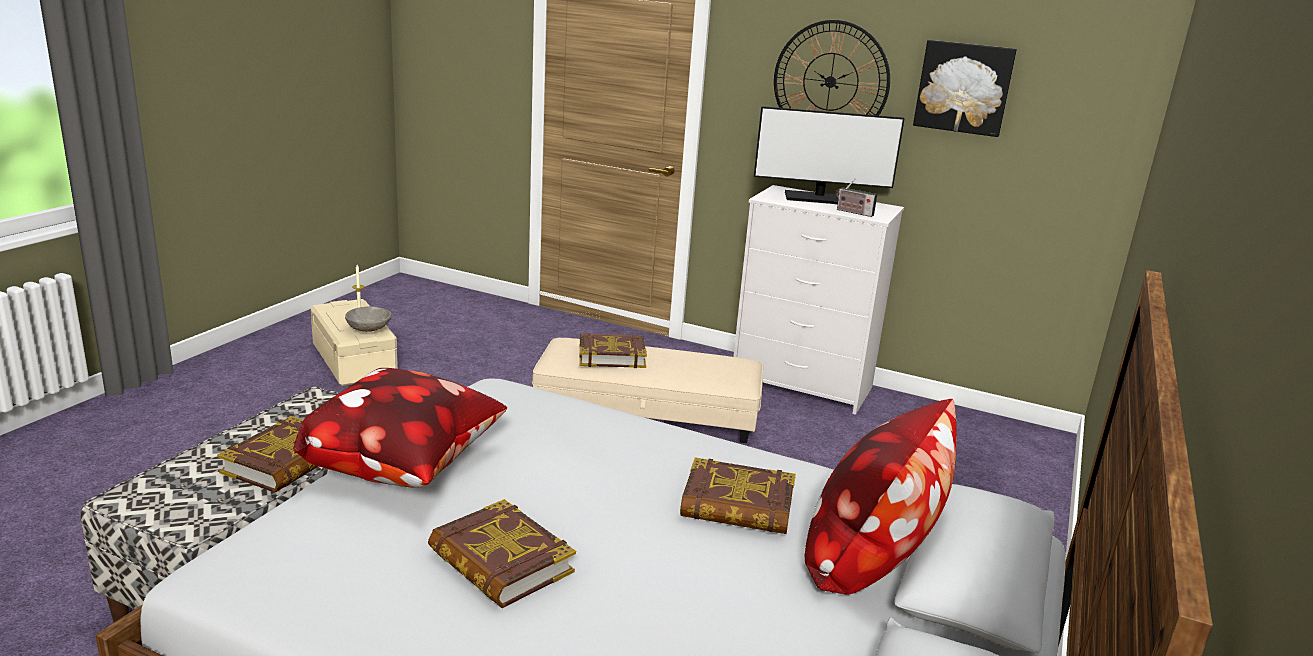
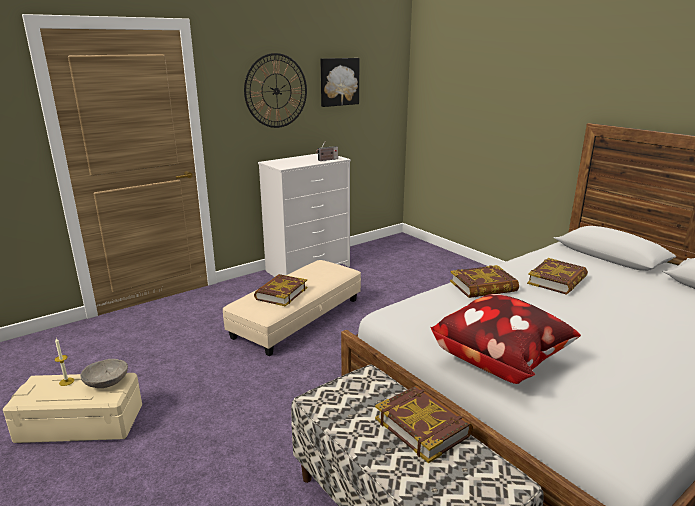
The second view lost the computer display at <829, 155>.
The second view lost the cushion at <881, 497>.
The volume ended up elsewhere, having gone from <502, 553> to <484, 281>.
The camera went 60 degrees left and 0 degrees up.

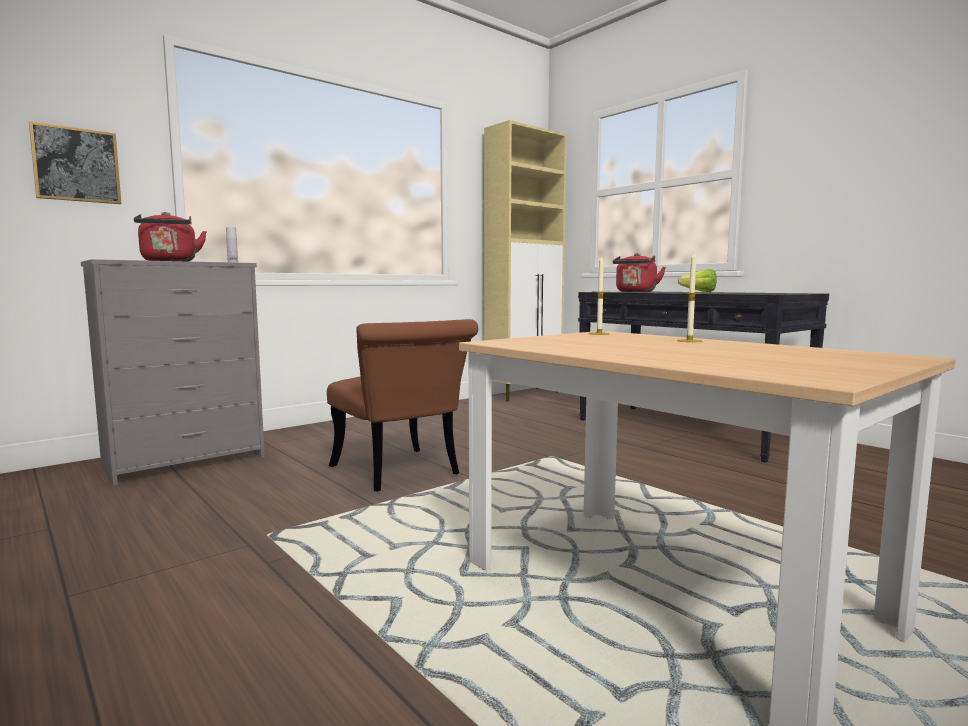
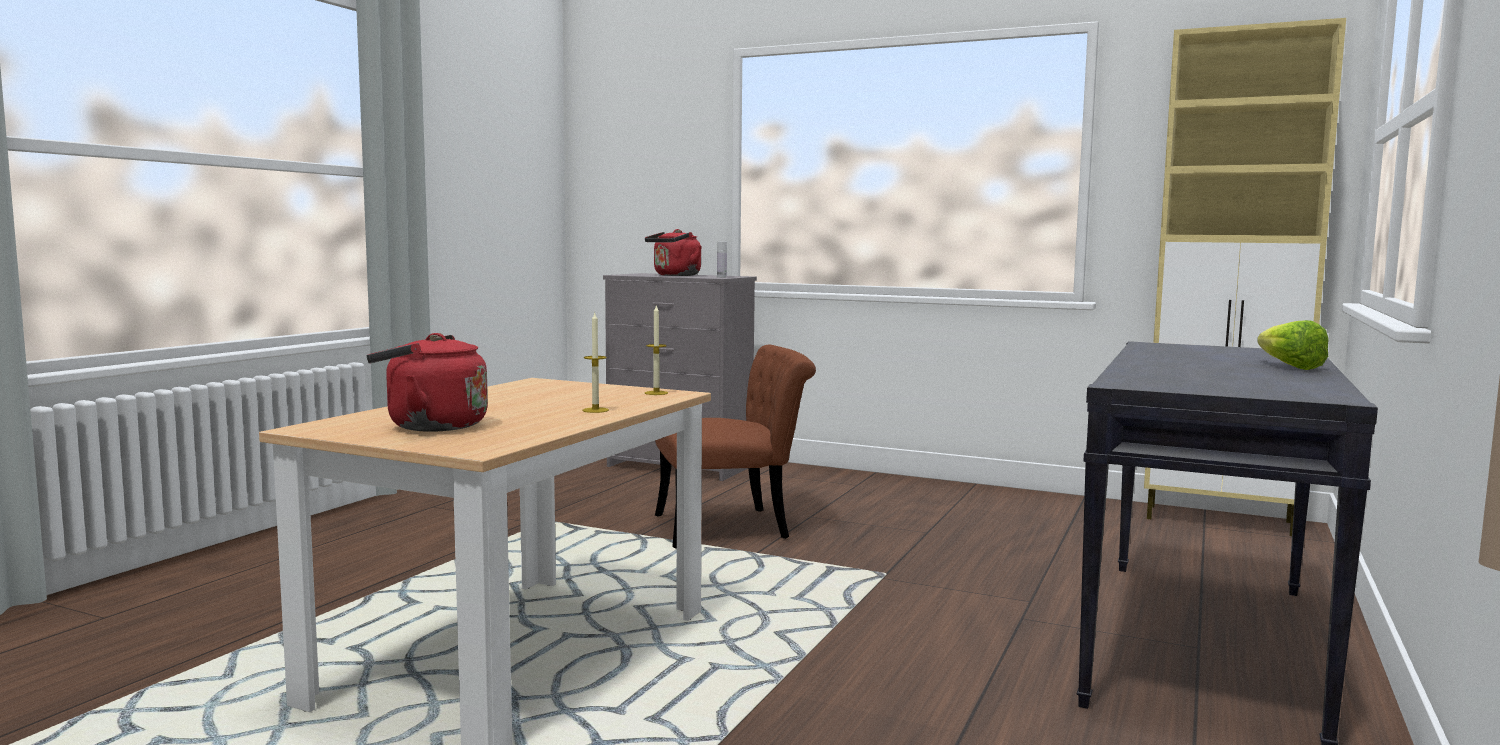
The second view lost the wall picture at <75, 162>.
The red water kettle ended up elsewhere, having gone from <639, 272> to <427, 382>.
The brown-coloured chair at <402, 405> ended up facing another way, 135 degrees counterclockwise from before.
The camera went 65 degrees right and 0 degrees up.

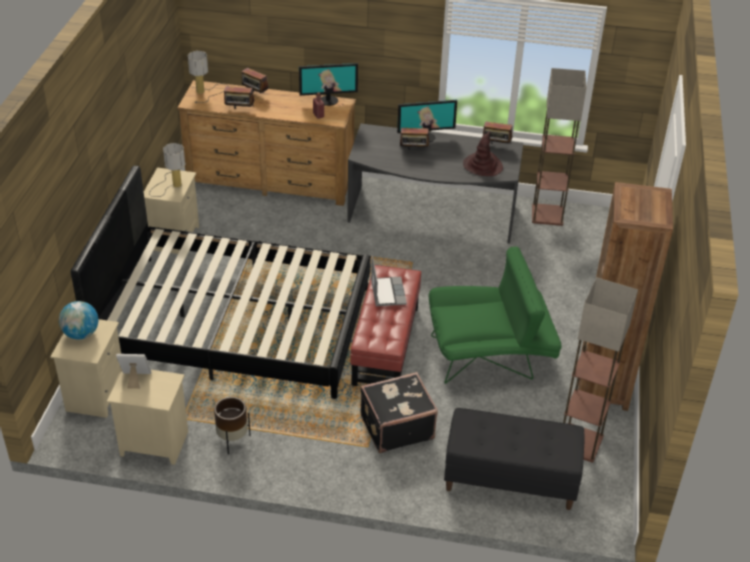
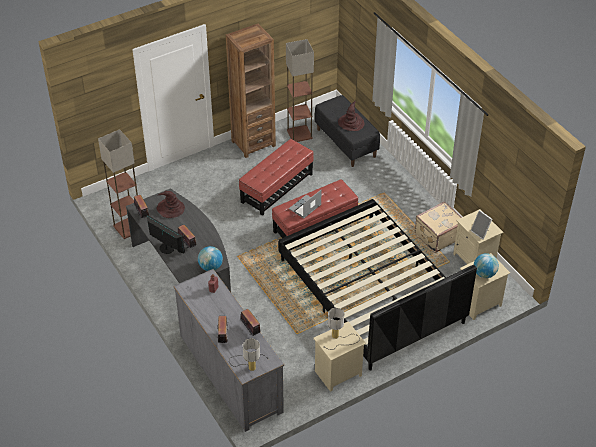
The second view lost the computer display at <328, 84>.
The second view lost the blackish travel case at <399, 412>.
The second view gained the globe at <210, 258>.
The second view gained the brown-coloured clothing hat at <351, 116>.
Where the brown-coloured planter stood at <232, 425>, the beige travel case came to stand at <438, 227>.
Where the green lounge chair stood at <495, 315>, the red footrest came to stand at <276, 177>.
What was the brown-coloured drawer chest at <266, 143> turned into the gray drawer chest at <228, 350>.
The camera went 130 degrees left and 5 degrees up.

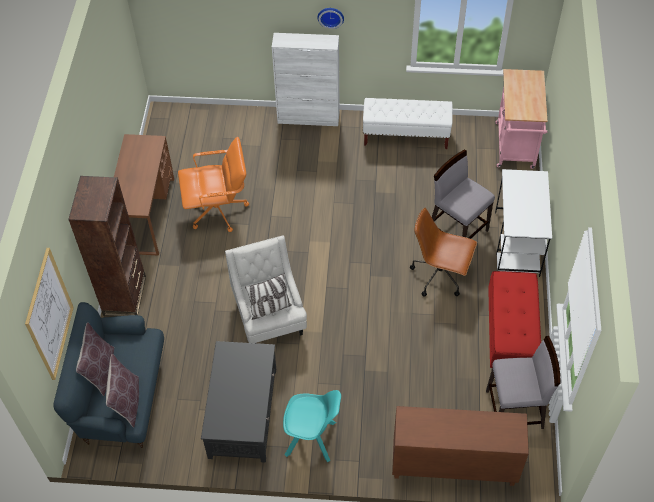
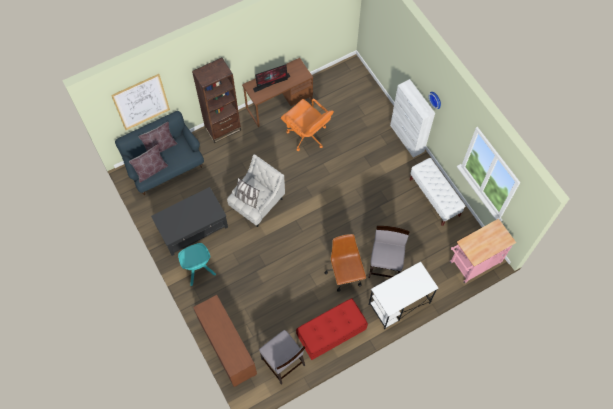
The second view gained the computer display at <272, 78>.
The camera went 55 degrees right and 10 degrees up.

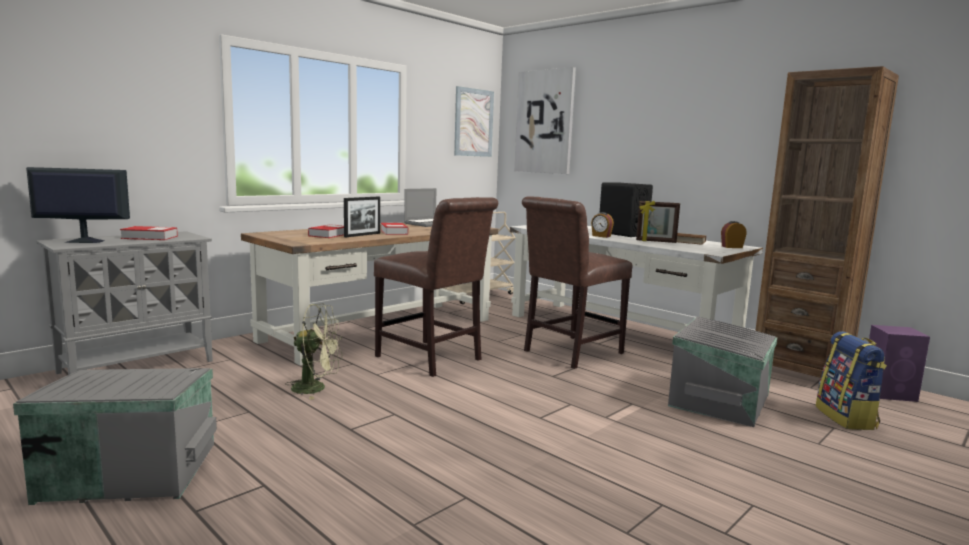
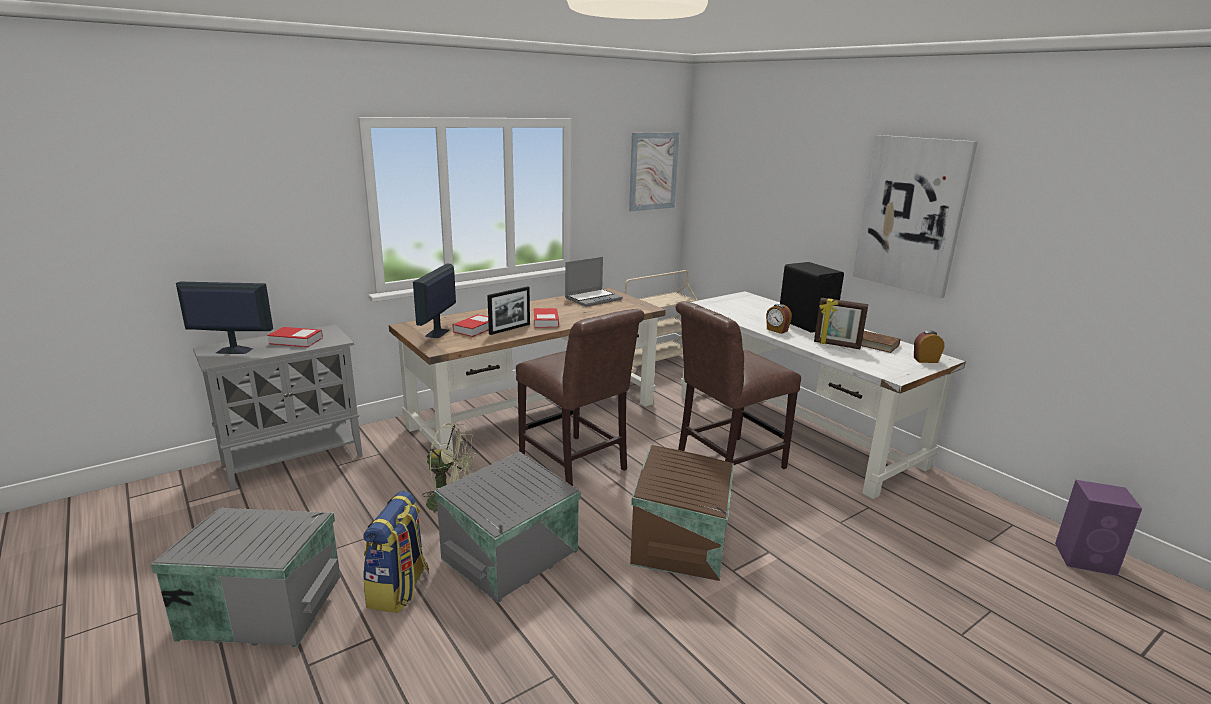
The second view lost the brown-coloured bookshelf at <827, 222>.
The second view gained the computer display at <434, 301>.
The second view gained the brown-coloured storage container at <682, 513>.
The wall picture ended up elsewhere, having gone from <545, 120> to <915, 216>.
The gray storage container ended up elsewhere, having gone from <723, 372> to <507, 527>.
The knapsack ended up elsewhere, having gone from <851, 380> to <396, 552>.
The camera went 10 degrees right and 10 degrees up.

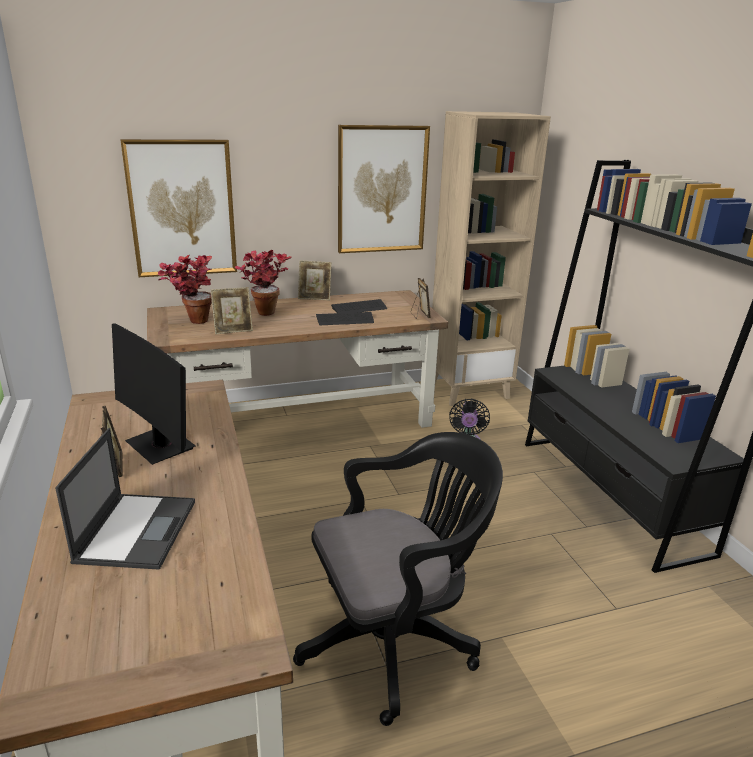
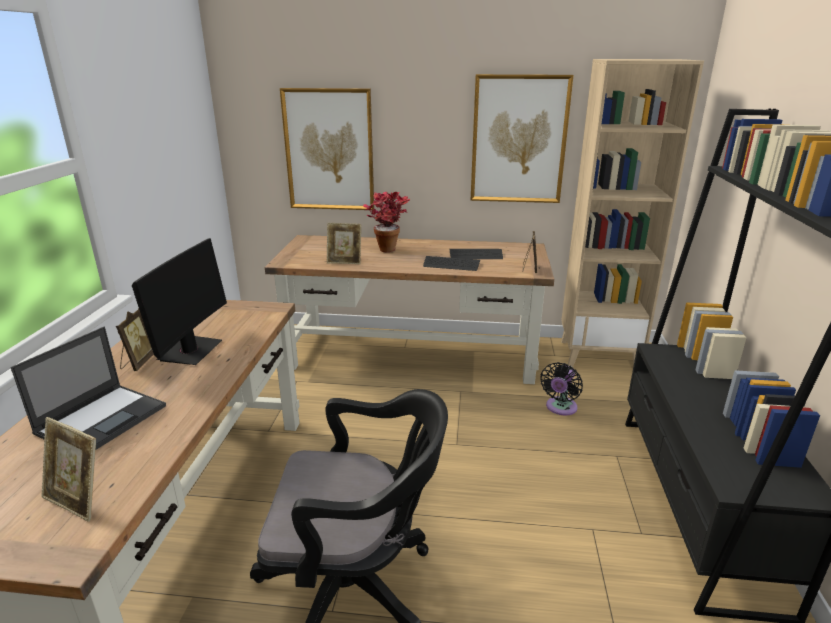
The second view lost the houseplant at <184, 289>.
The photo frame ended up elsewhere, having gone from <315, 280> to <68, 469>.
The computer display at <154, 394> ended up facing another way, 150 degrees counterclockwise from before.
The camera went 25 degrees right and 0 degrees up.

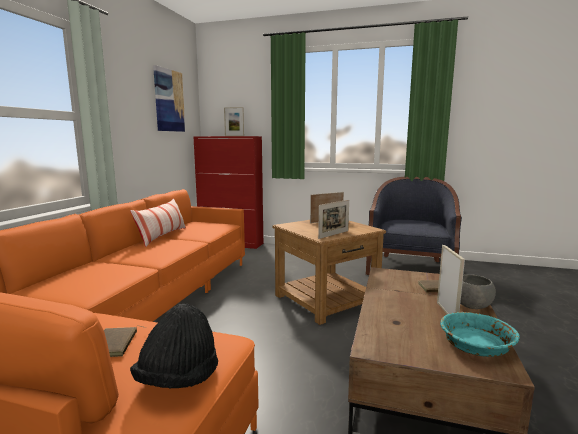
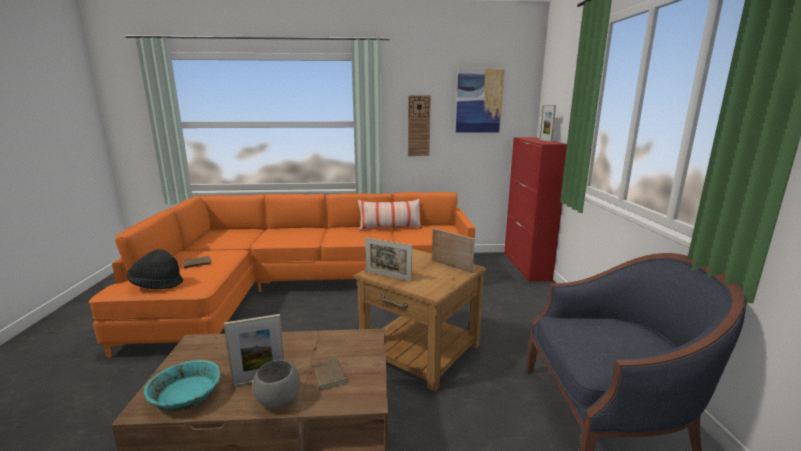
The second view gained the clock on the wall at <419, 125>.
The camera went 70 degrees right and 5 degrees up.

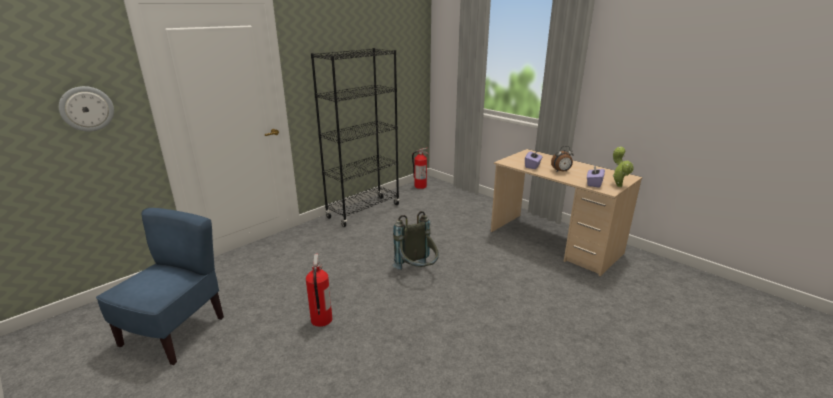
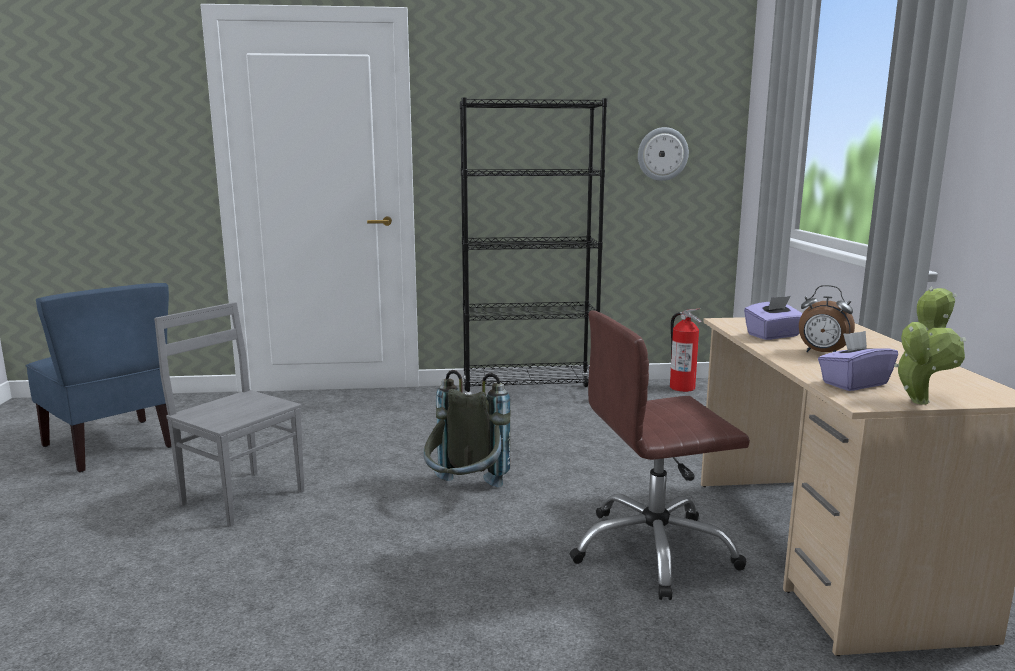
The second view gained the brown-coloured office chair at <660, 455>.
The clock on the wall ended up elsewhere, having gone from <86, 109> to <663, 154>.
Where the fire-fighting cylinder stood at <319, 290>, the gray chair came to stand at <229, 414>.
The blue chair at <160, 286> ended up facing another way, 75 degrees clockwise from before.
The camera went 40 degrees right and 10 degrees down.

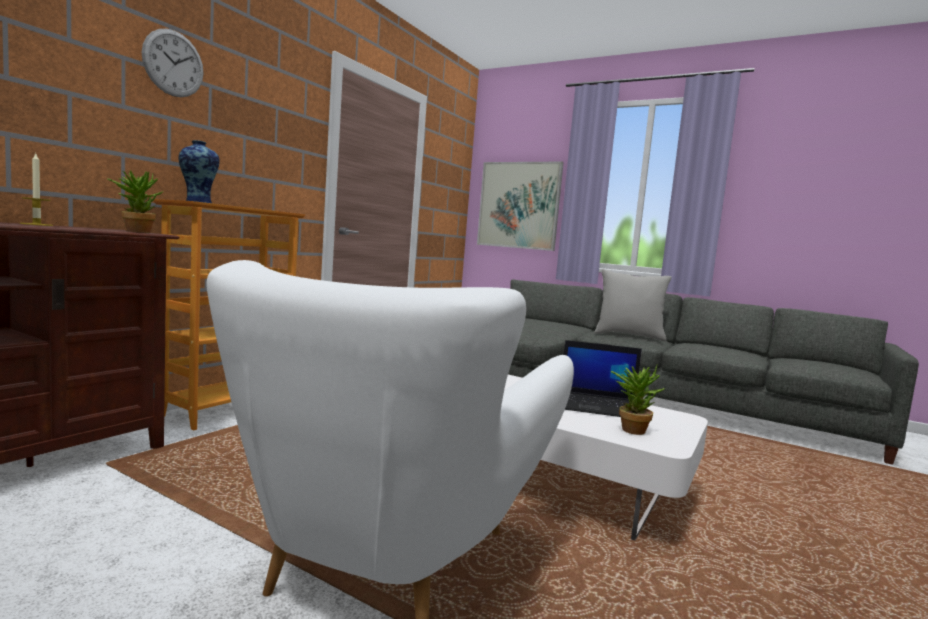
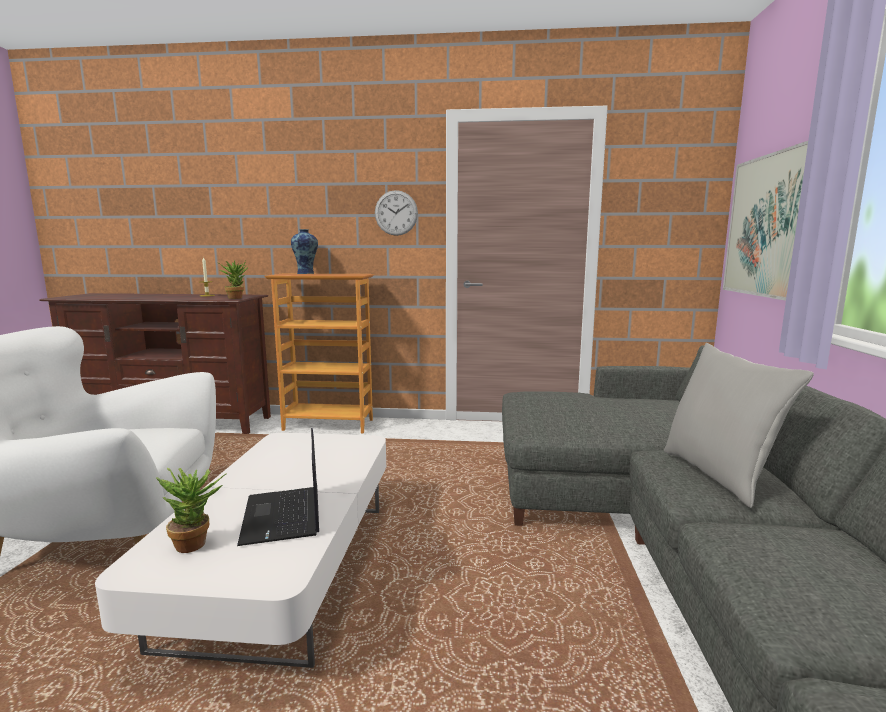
The clock on the wall ended up elsewhere, having gone from <173, 63> to <396, 213>.
The camera went 65 degrees right and 5 degrees up.

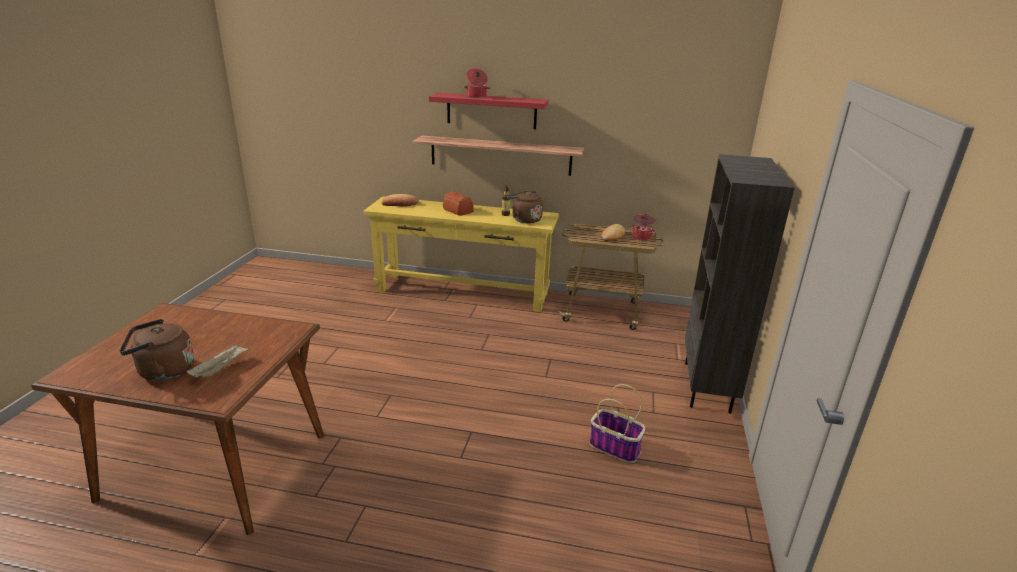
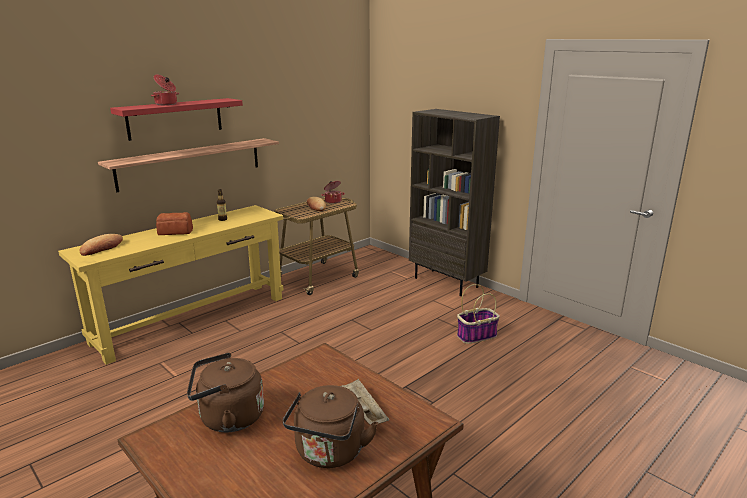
The brown-coloured water kettle ended up elsewhere, having gone from <525, 207> to <225, 392>.
The camera went 55 degrees left and 5 degrees down.

